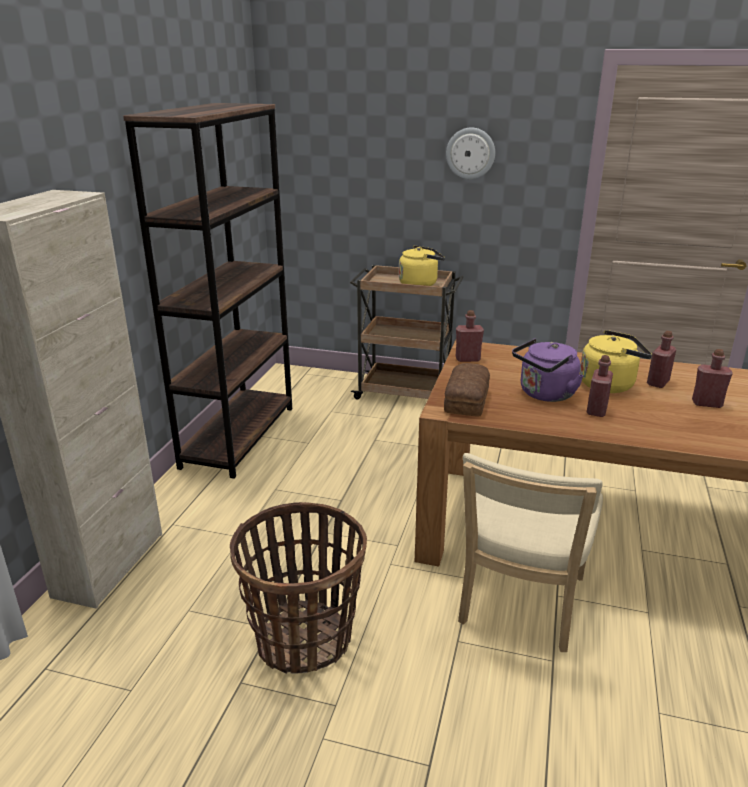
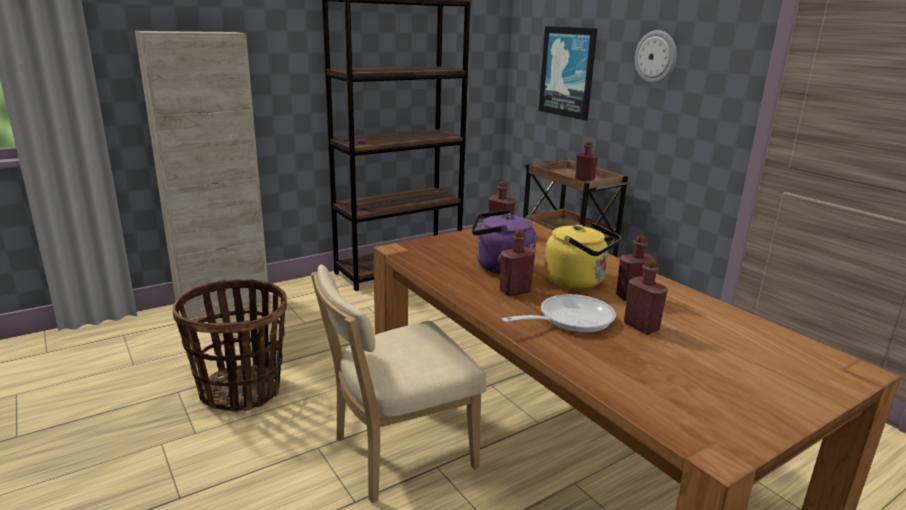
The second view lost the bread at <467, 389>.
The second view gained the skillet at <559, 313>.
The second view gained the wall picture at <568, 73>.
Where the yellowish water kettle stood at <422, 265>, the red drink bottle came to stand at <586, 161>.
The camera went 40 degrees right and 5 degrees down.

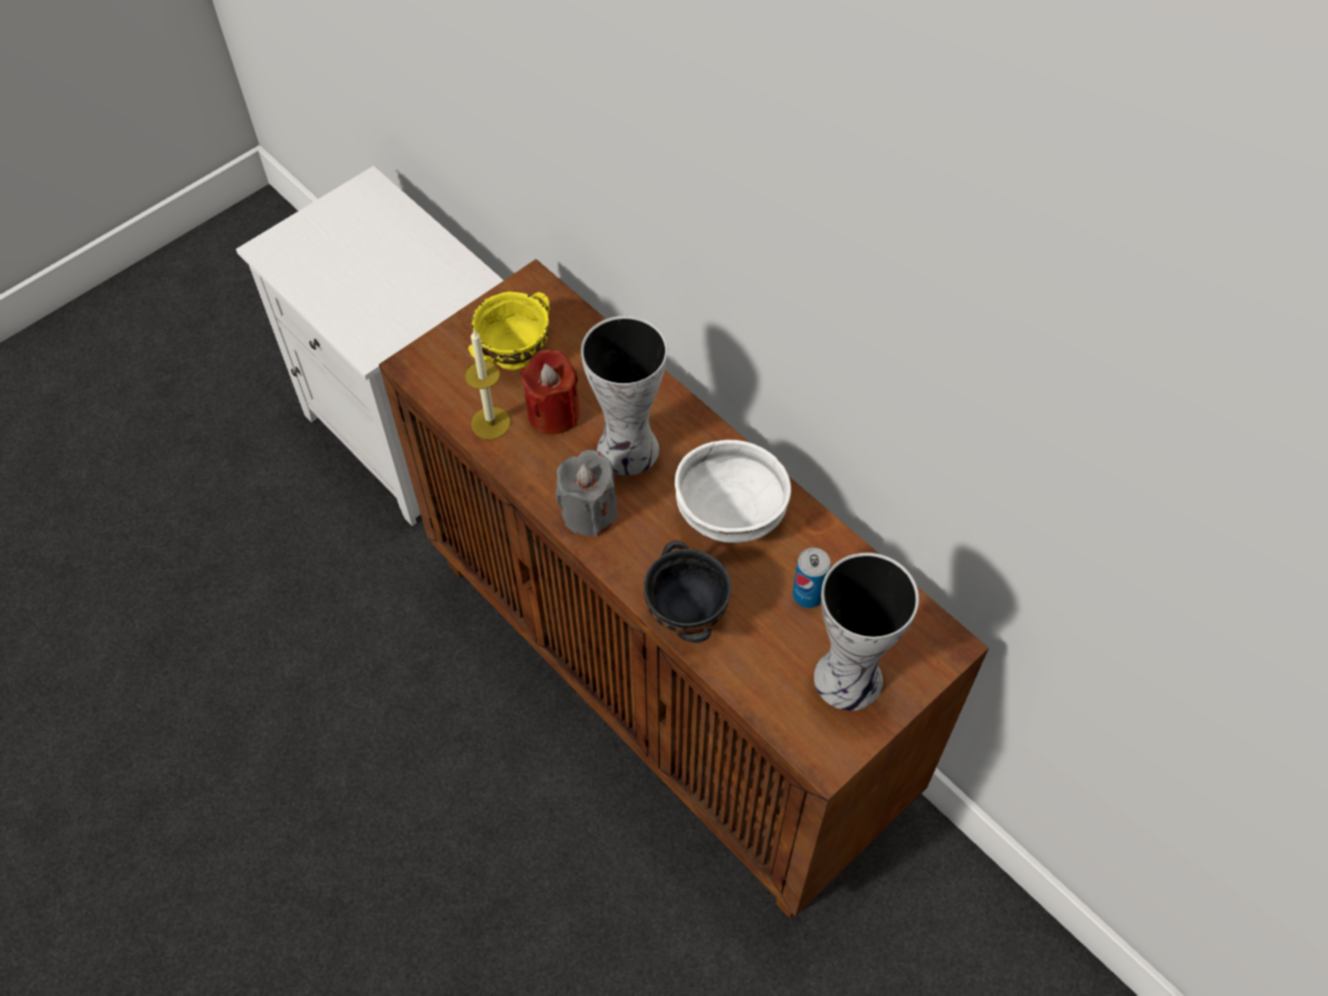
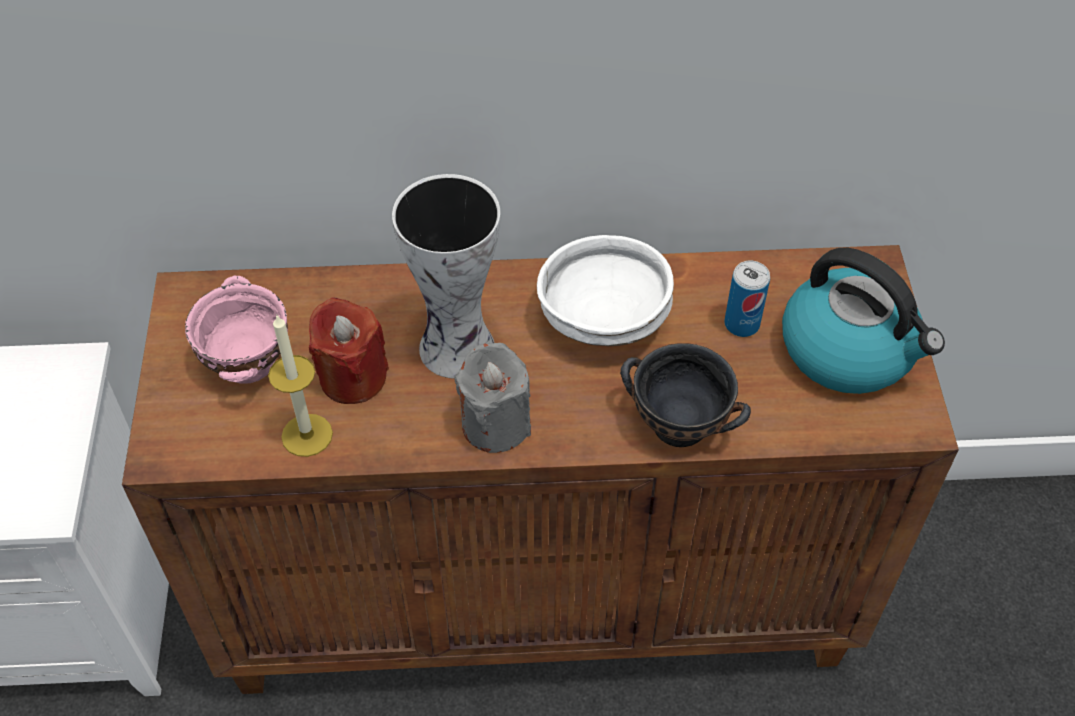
Where the flower vase stood at <866, 632>, the water kettle came to stand at <863, 321>.
What was the yellowish bowl at <509, 330> turned into the pinkish bowl at <236, 329>.
The camera went 50 degrees left and 5 degrees down.

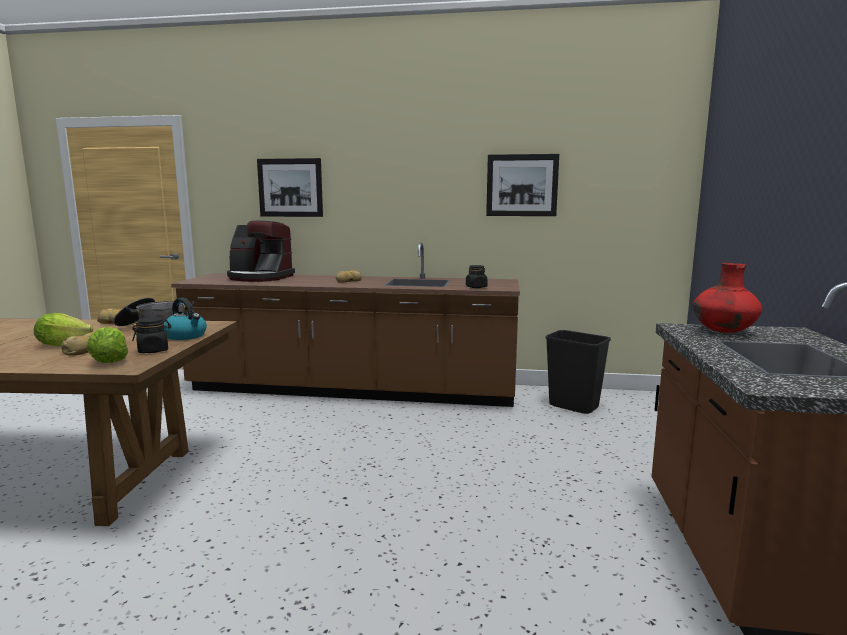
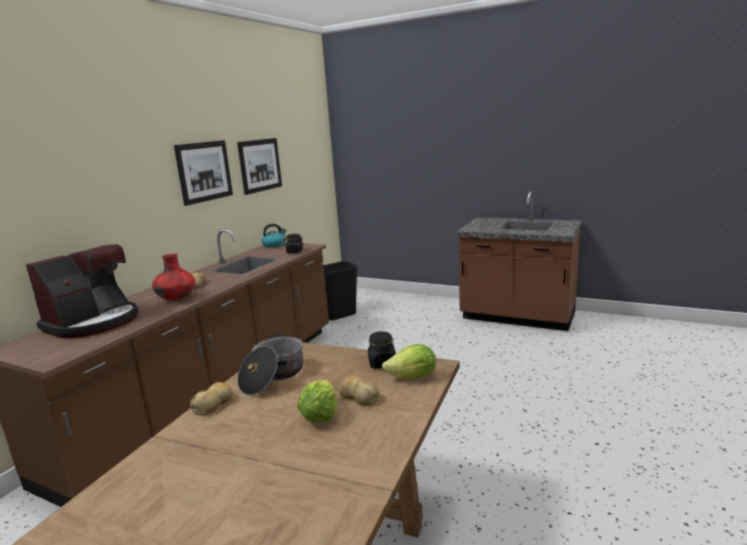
The water kettle ended up elsewhere, having gone from <185, 319> to <274, 236>.
The wall picture ended up elsewhere, having gone from <290, 187> to <203, 173>.
The red flower vase ended up elsewhere, having gone from <727, 298> to <173, 277>.
The camera went 70 degrees left and 5 degrees up.

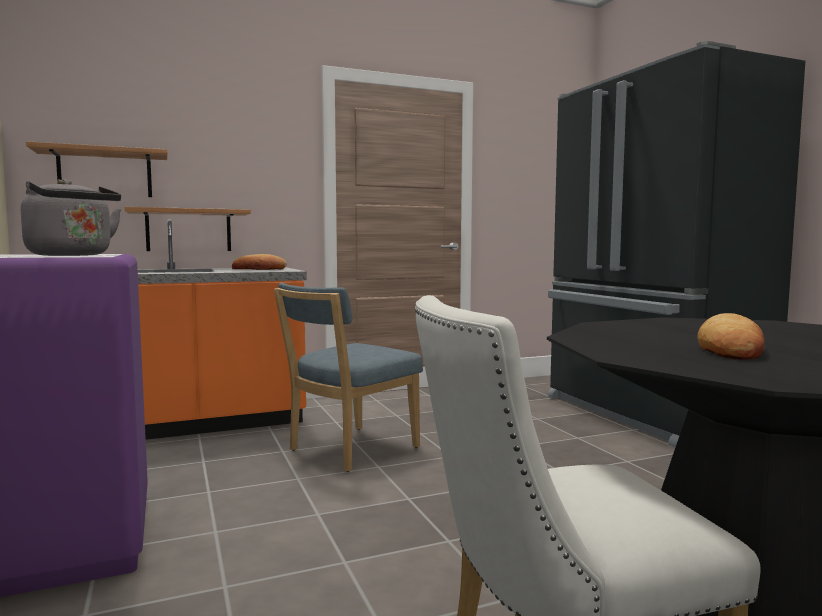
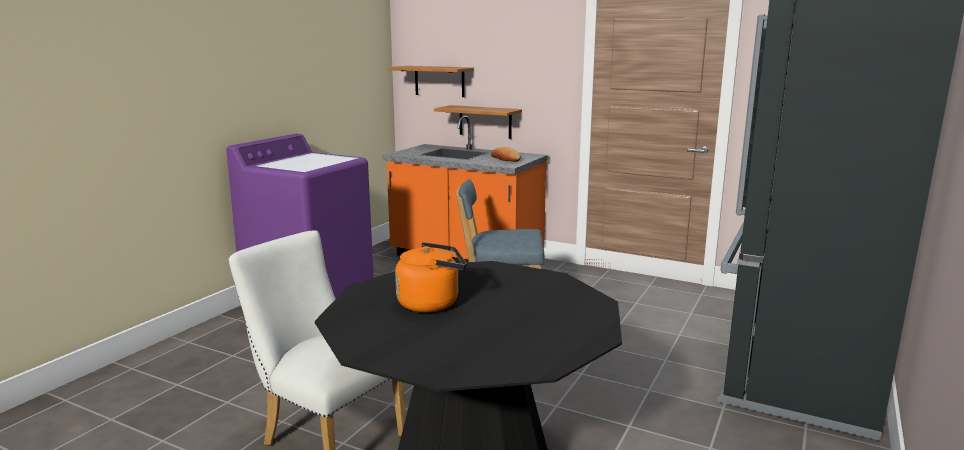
The second view lost the gray water kettle at <71, 217>.
Where the bread stood at <730, 336>, the orange-coloured water kettle came to stand at <431, 277>.
The camera went 50 degrees right and 10 degrees up.

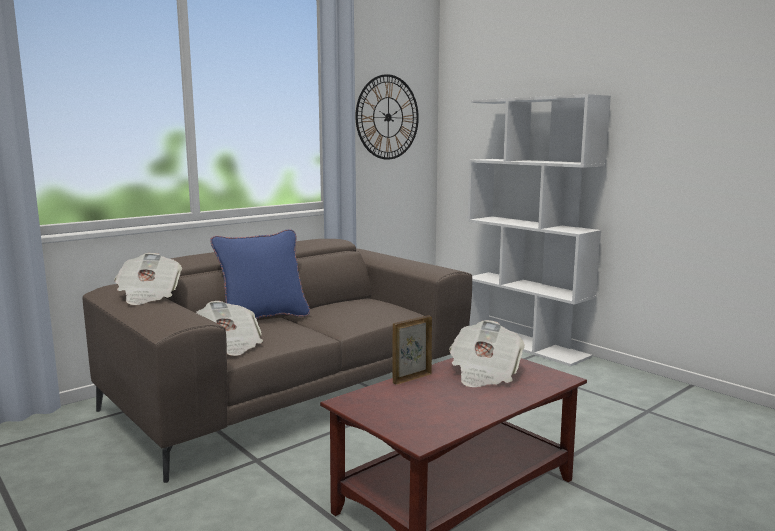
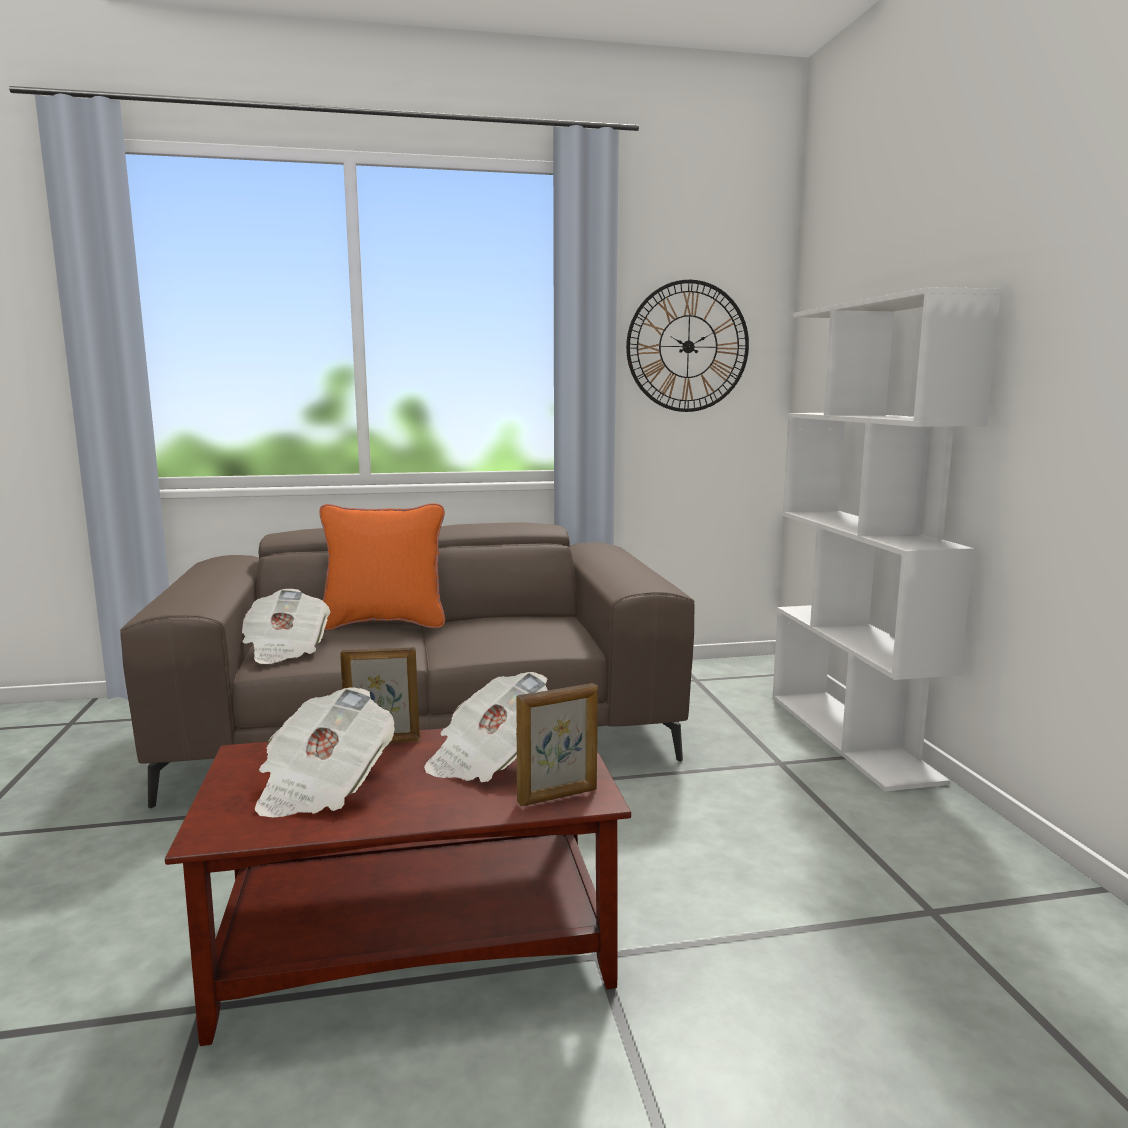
The second view gained the photo frame at <557, 744>.
The newspaper ended up elsewhere, having gone from <148, 279> to <325, 752>.
What was the blue cushion at <260, 274> turned into the orange-coloured cushion at <382, 566>.
The camera went 30 degrees right and 0 degrees up.

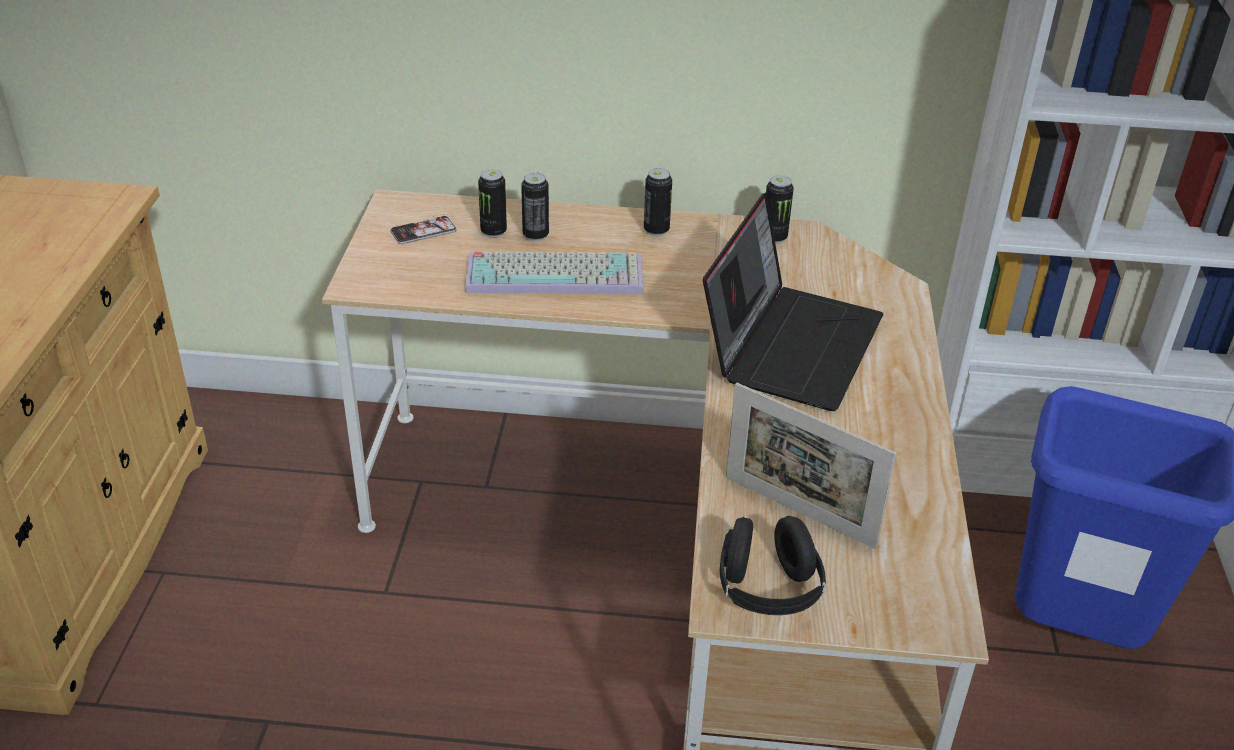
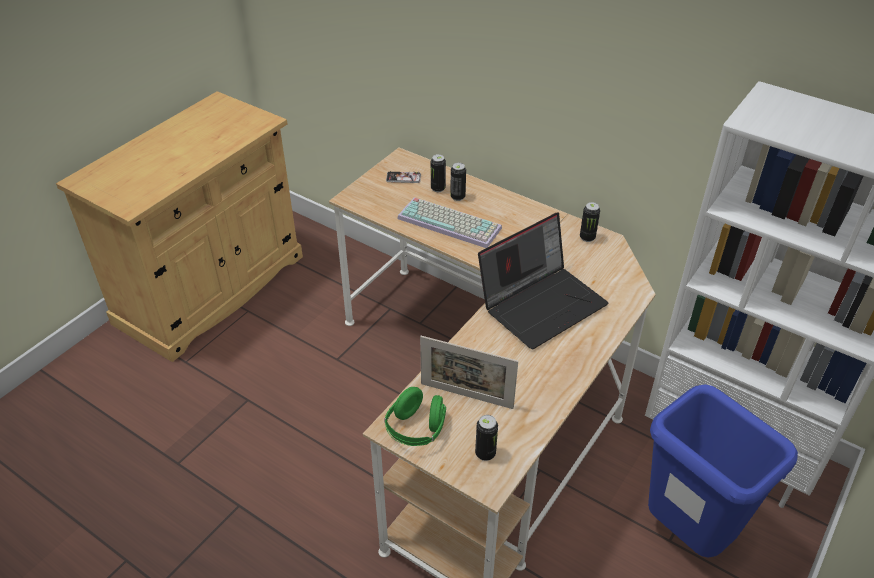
The sealed can ended up elsewhere, having gone from <658, 202> to <486, 438>.
What was the blackish headphones at <773, 565> turned into the green headphones at <415, 416>.
The photo frame at <811, 466> ended up facing another way, 45 degrees counterclockwise from before.
The camera went 30 degrees right and 5 degrees up.

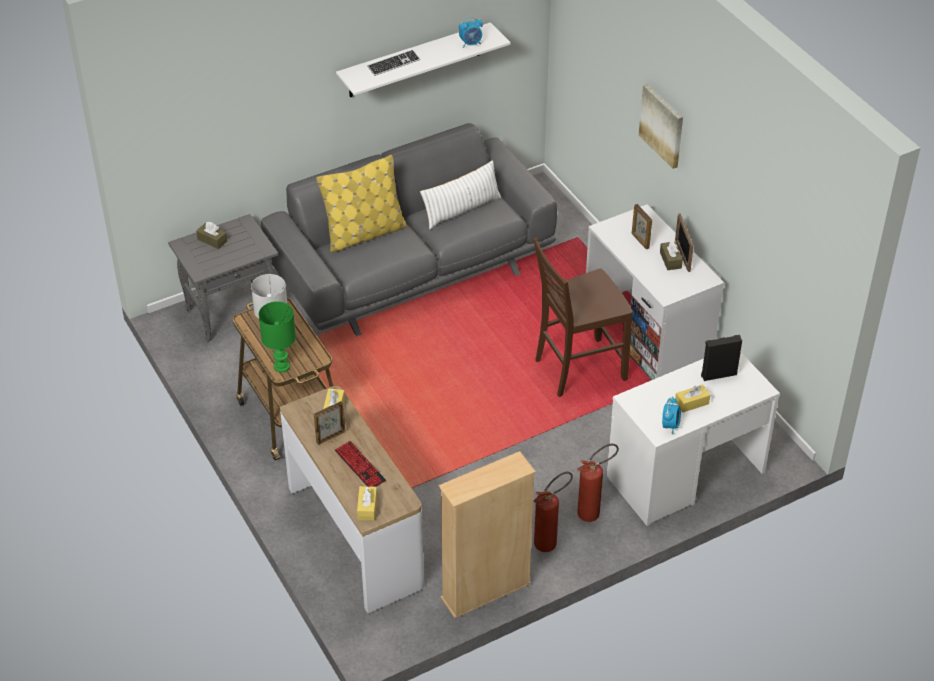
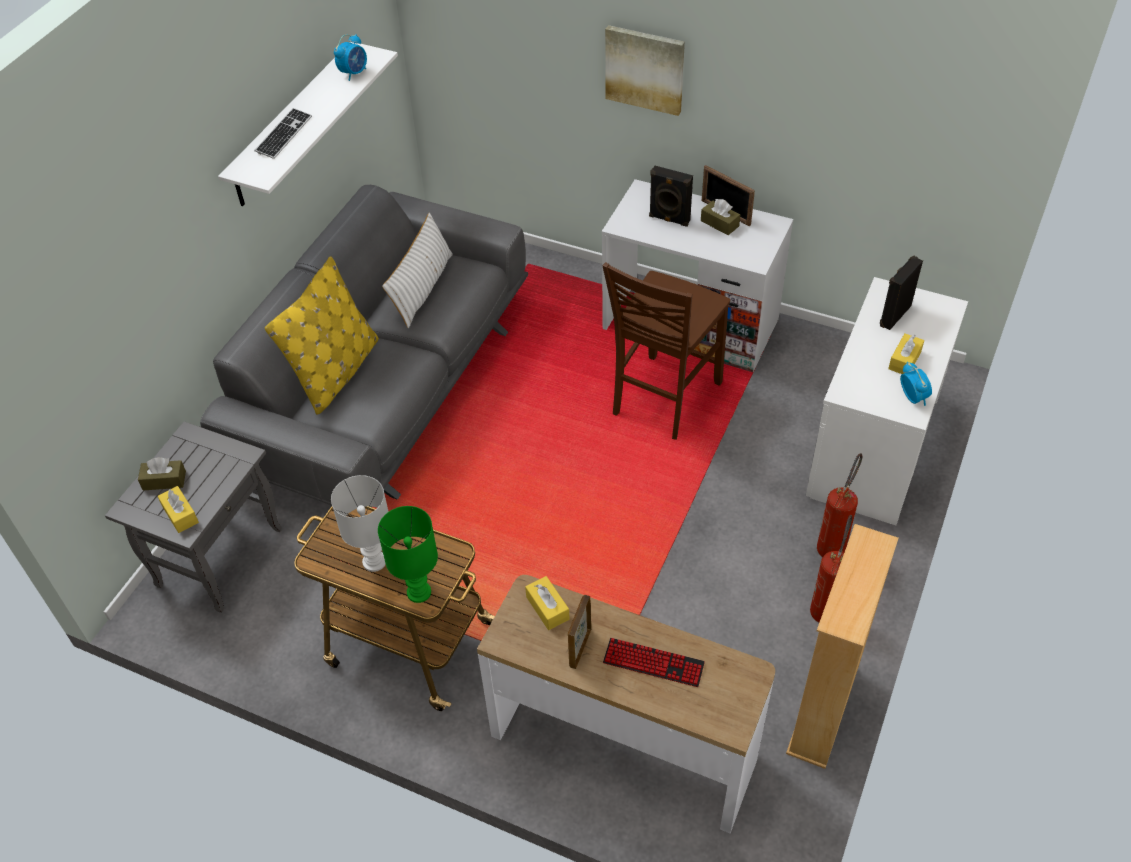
The yellowish box of tissues ended up elsewhere, having gone from <367, 503> to <178, 509>.
Where the photo frame stood at <642, 226>, the blackish audio speaker came to stand at <671, 196>.
The camera went 35 degrees left and 5 degrees up.

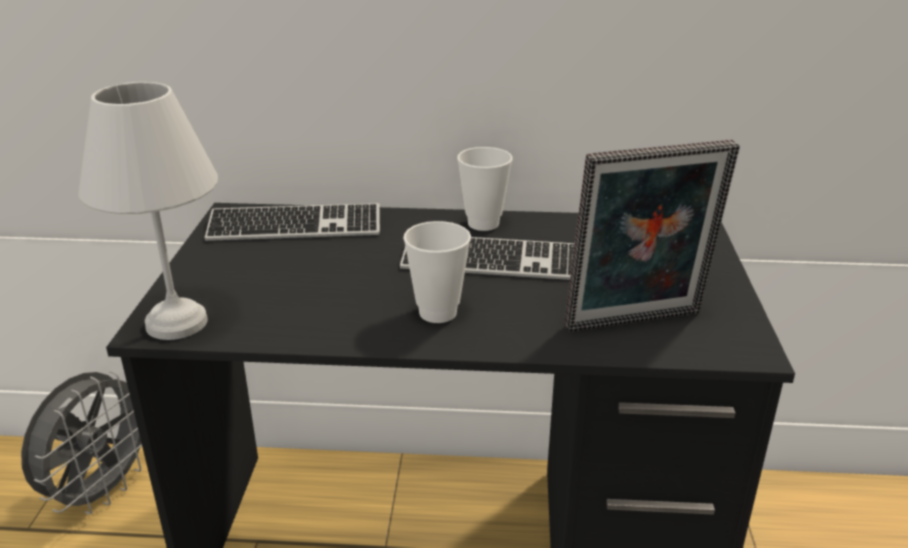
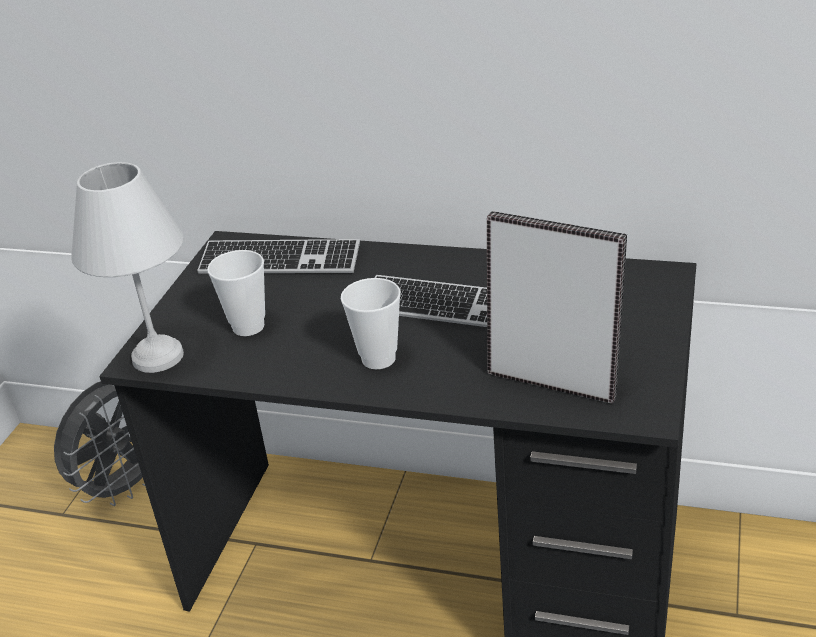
The small cup ended up elsewhere, having gone from <485, 189> to <236, 293>.
The photo frame at <652, 236> ended up facing another way, 150 degrees counterclockwise from before.
The camera went 15 degrees right and 5 degrees up.

